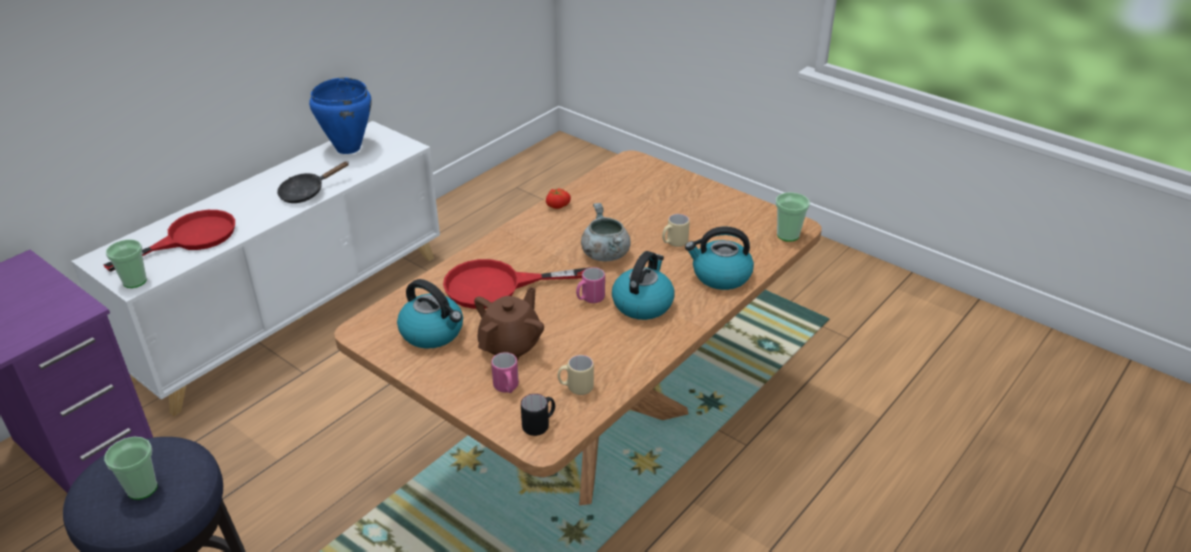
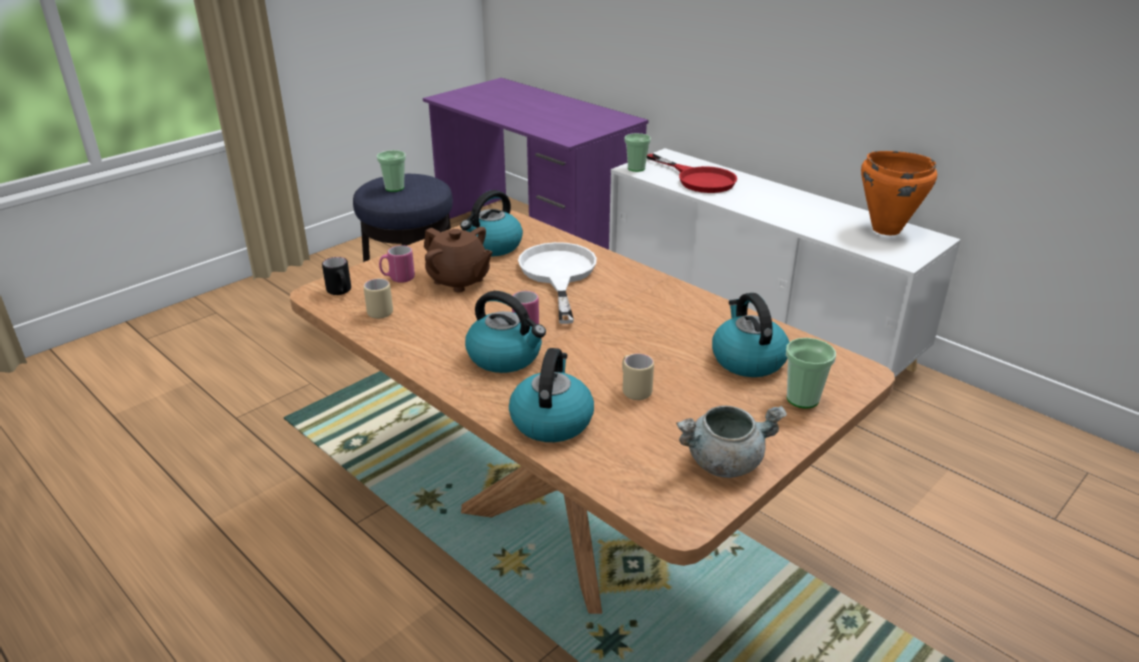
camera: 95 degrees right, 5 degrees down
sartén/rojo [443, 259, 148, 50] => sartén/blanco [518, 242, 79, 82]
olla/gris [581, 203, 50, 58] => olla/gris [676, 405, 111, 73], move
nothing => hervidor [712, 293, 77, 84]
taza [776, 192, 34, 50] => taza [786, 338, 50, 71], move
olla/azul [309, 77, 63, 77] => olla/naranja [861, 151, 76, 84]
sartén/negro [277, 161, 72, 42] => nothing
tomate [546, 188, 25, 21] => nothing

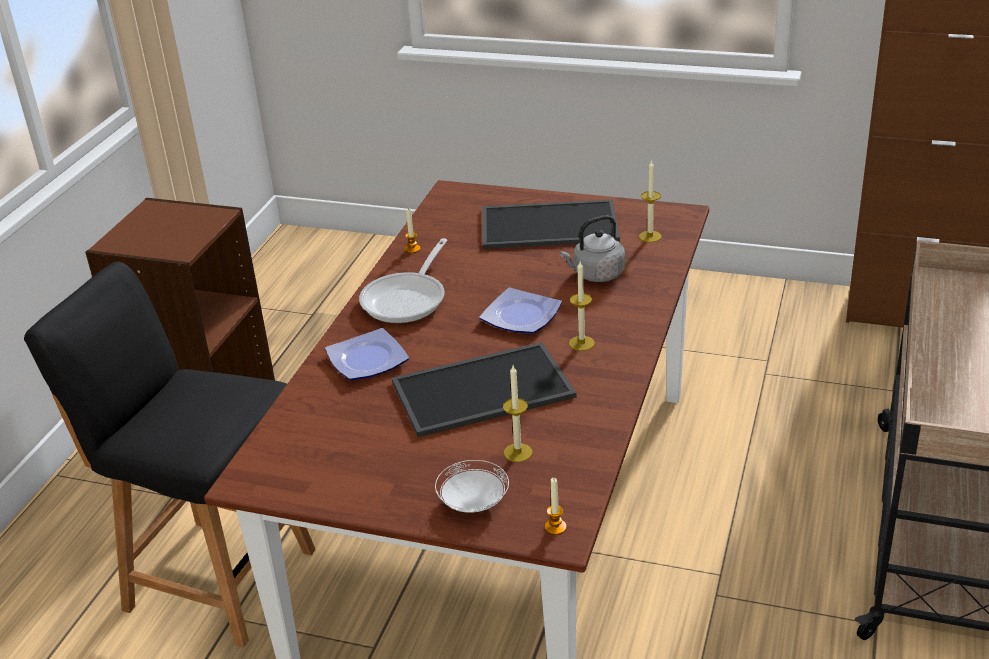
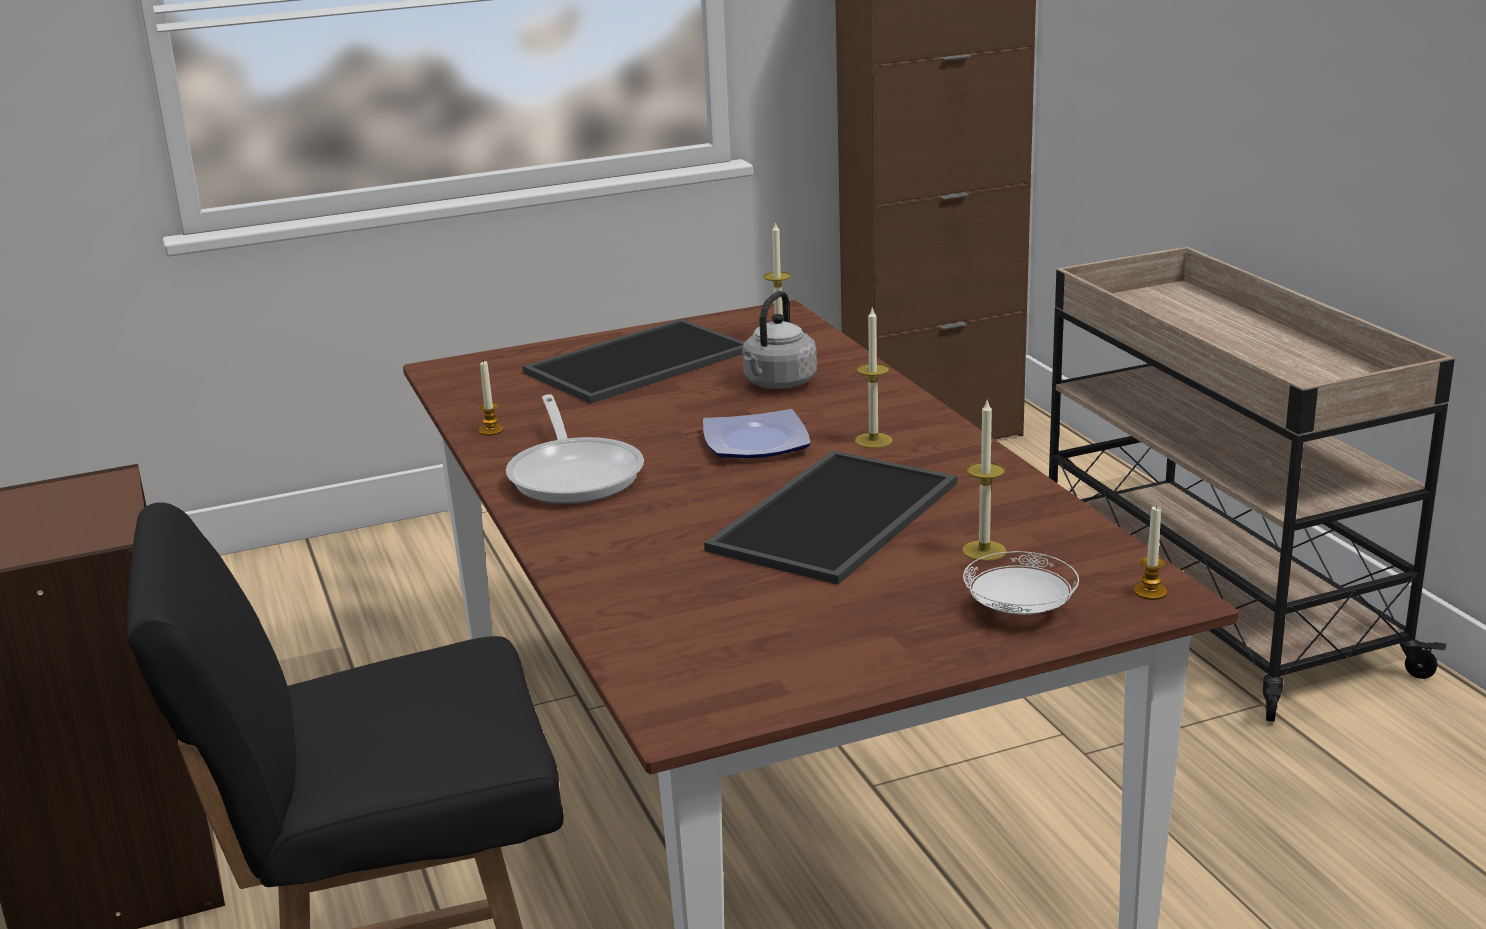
camera: 40 degrees left, 10 degrees down
plato [325, 328, 84, 52] => nothing

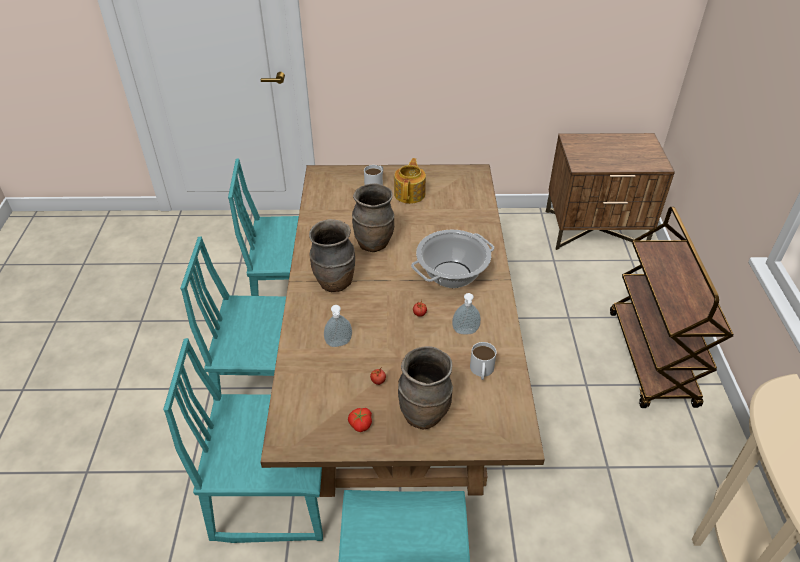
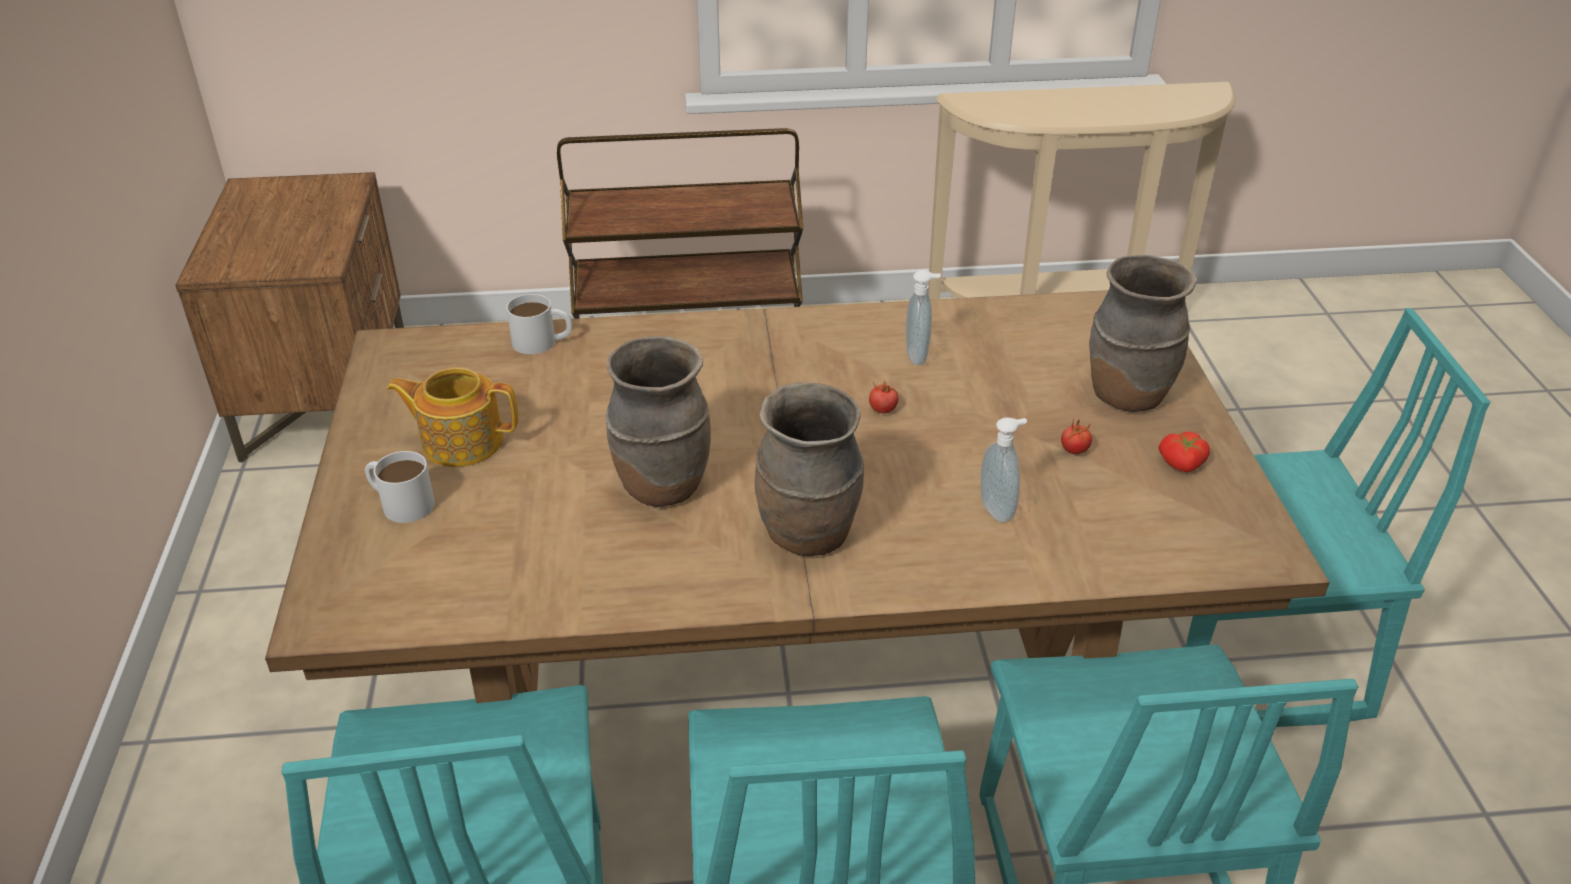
camera: 95 degrees left, 5 degrees down
taza grande/blanco [470, 342, 26, 38] => taza grande/blanco [506, 294, 66, 60], move
olla [411, 230, 84, 58] => nothing

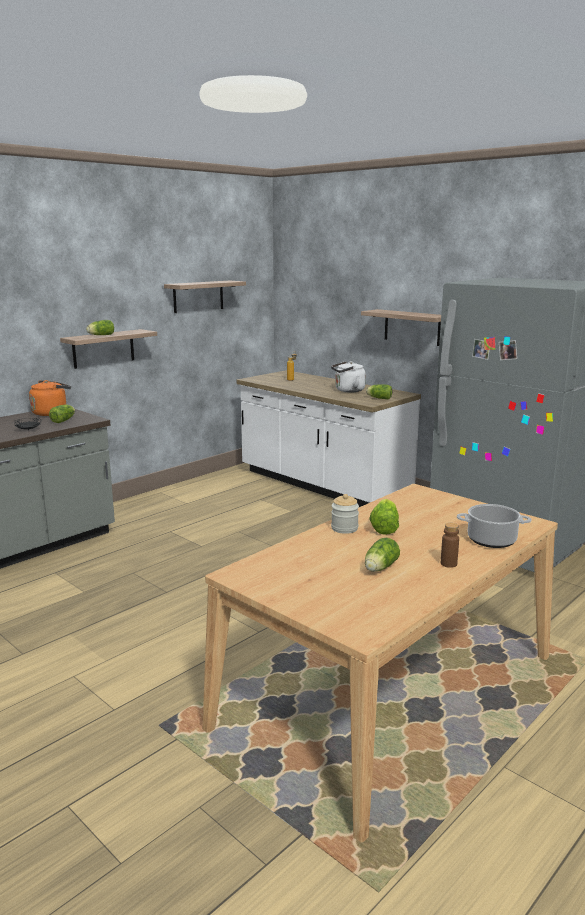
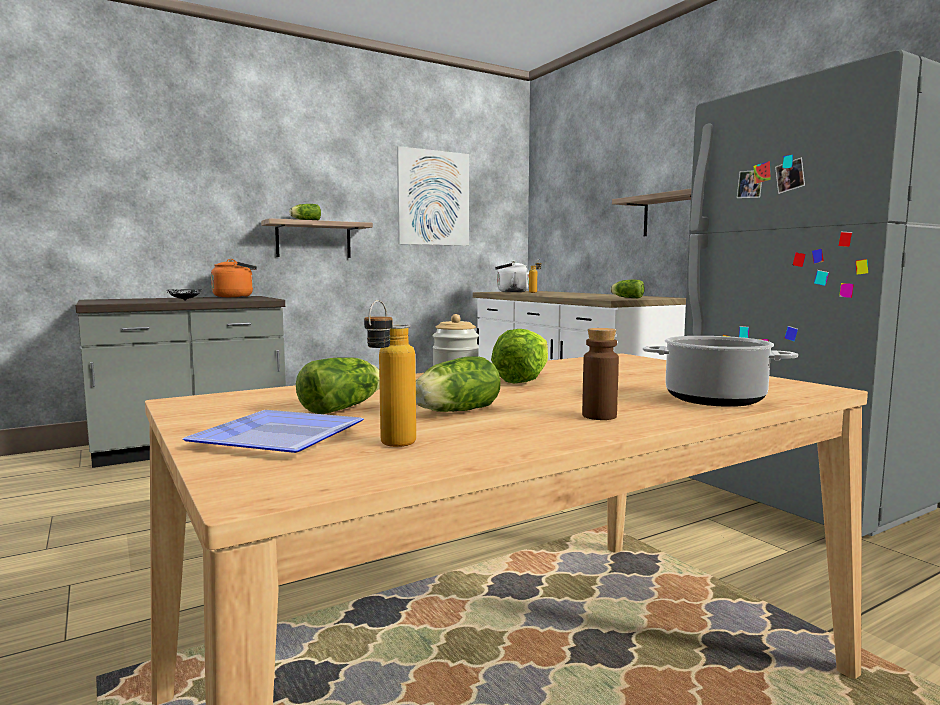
camera: 15 degrees right, 10 degrees down
nothing => plato [182, 410, 181, 43]
lechuga [49, 404, 26, 19] => lechuga [296, 357, 84, 57], move
nothing => botella [364, 300, 52, 147]
estante [164, 281, 82, 32] => cuadro [397, 146, 72, 100]
hervidor/blanco [331, 361, 35, 31] => hervidor/blanco [495, 261, 34, 31], move

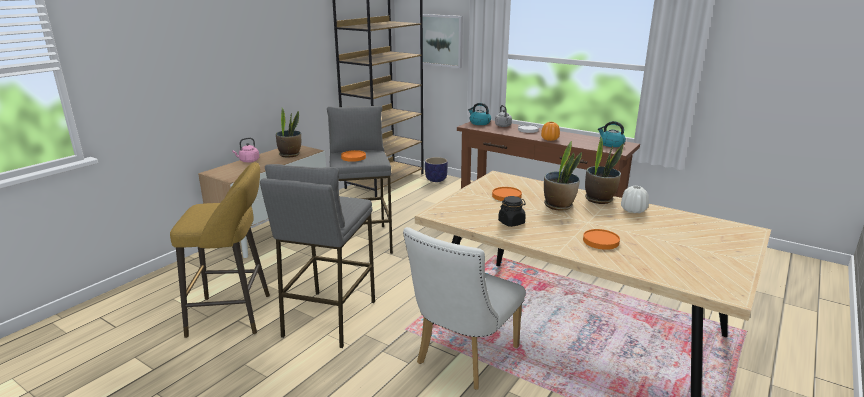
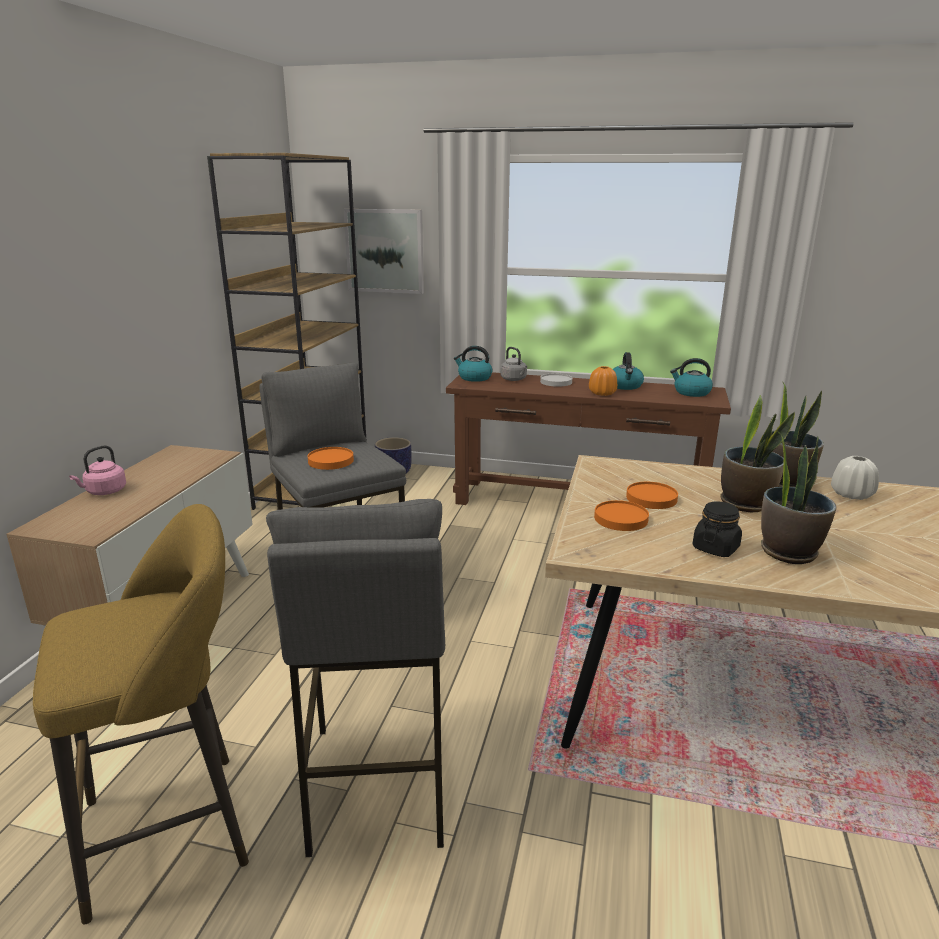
camera: 20 degrees left, 0 degrees up
plato/naranja [583, 229, 37, 21] => plato/naranja [594, 500, 55, 31], move
nothing => hervidor [613, 352, 31, 38]
planta en maceta [276, 108, 25, 50] => planta en maceta [761, 432, 76, 132], move
silla/blanco [403, 227, 122, 163] => nothing

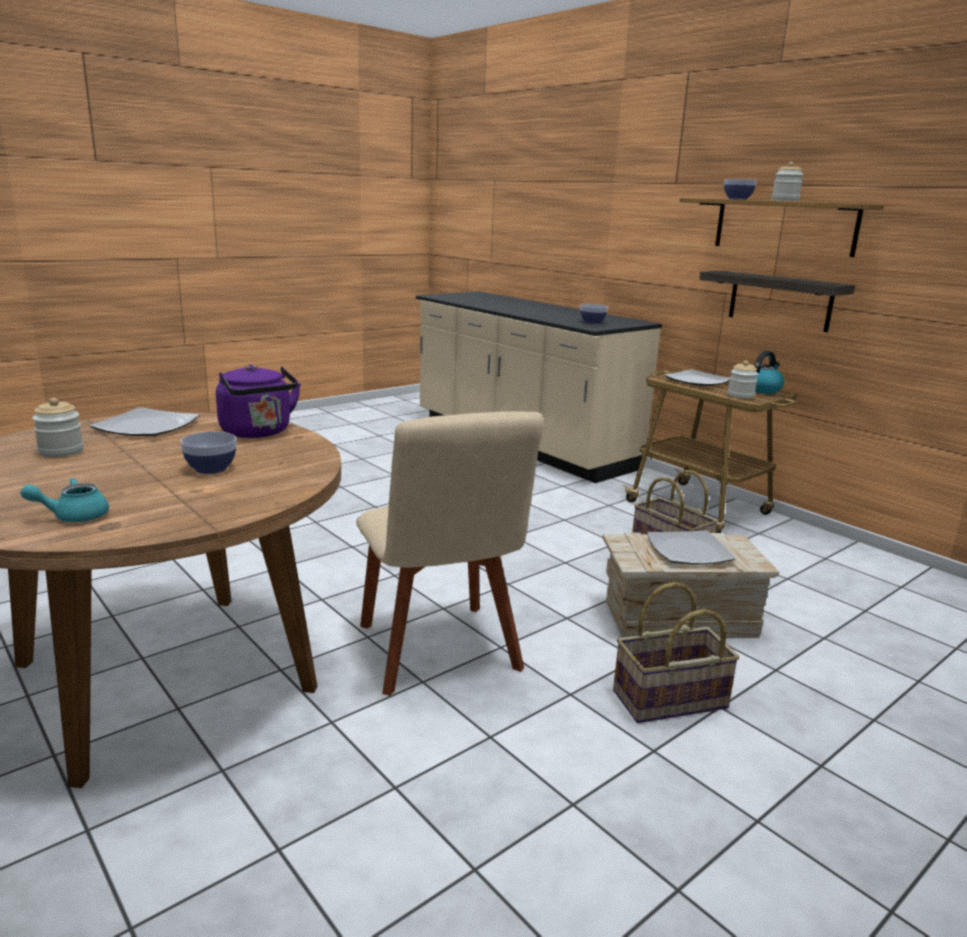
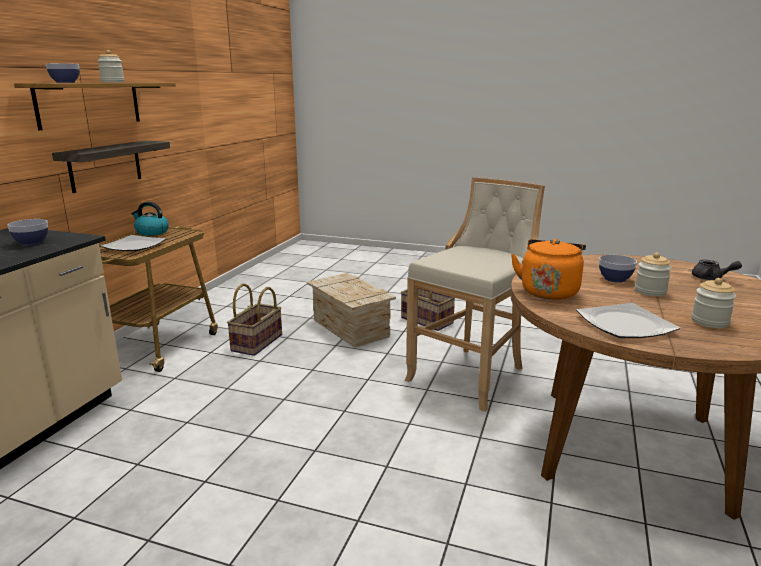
camera: 120 degrees left, 0 degrees up
silla/beis [356, 411, 188, 285] => taburete/beis [405, 178, 140, 234]
hervidor/morado [216, 364, 85, 74] => hervidor/naranja [511, 239, 75, 61]
tarro [728, 361, 30, 38] => tarro [635, 253, 37, 43], move
tetera/turquesa [20, 478, 89, 44] => tetera/gris [692, 260, 50, 20]
plato [647, 531, 89, 33] => nothing

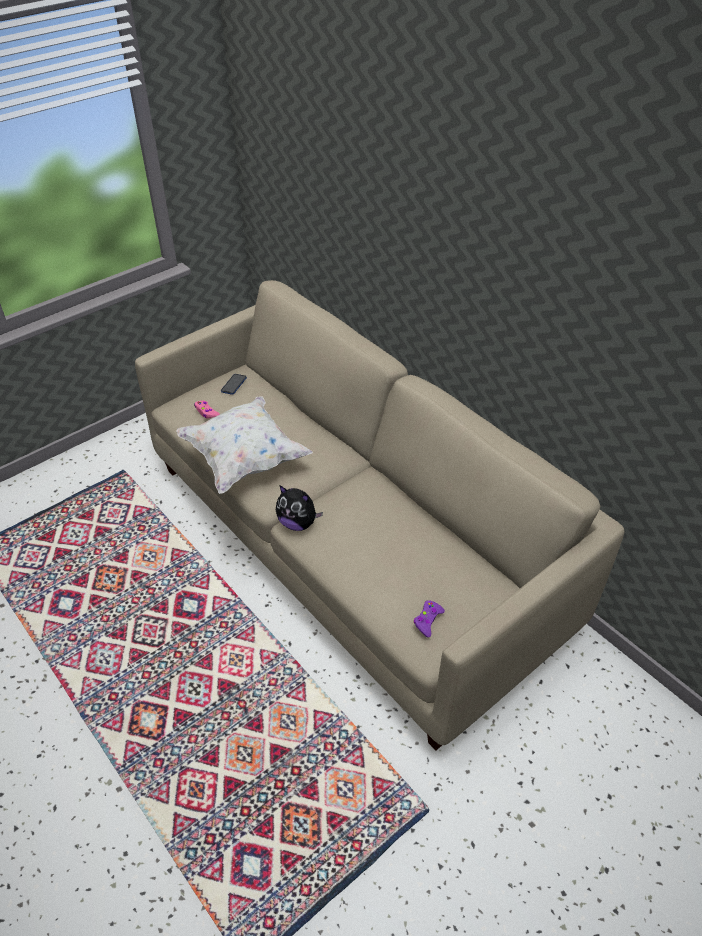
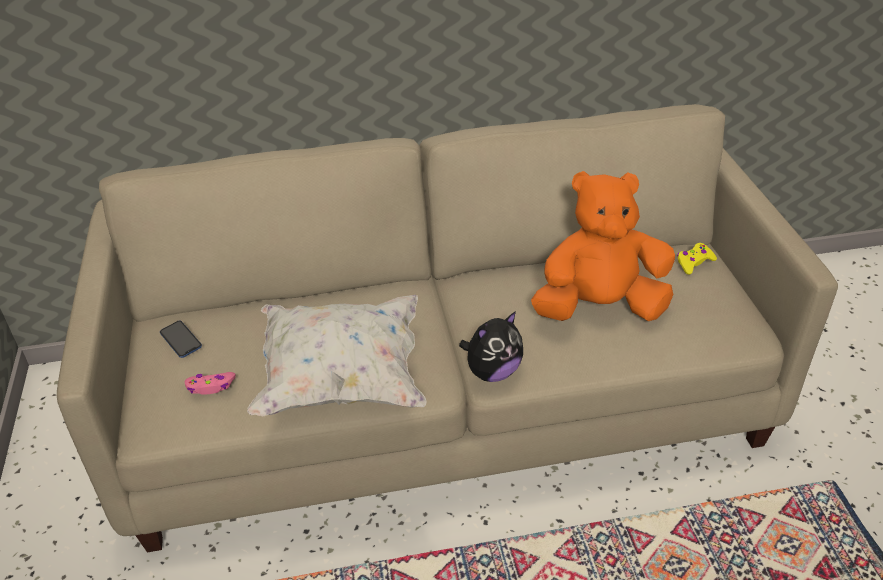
camera: 60 degrees left, 5 degrees down
nothing => peluche/naranja [531, 171, 144, 150]
nothing => mando de consola/amarillo [677, 243, 40, 32]
mando de consola/morado [414, 600, 31, 37] => nothing

